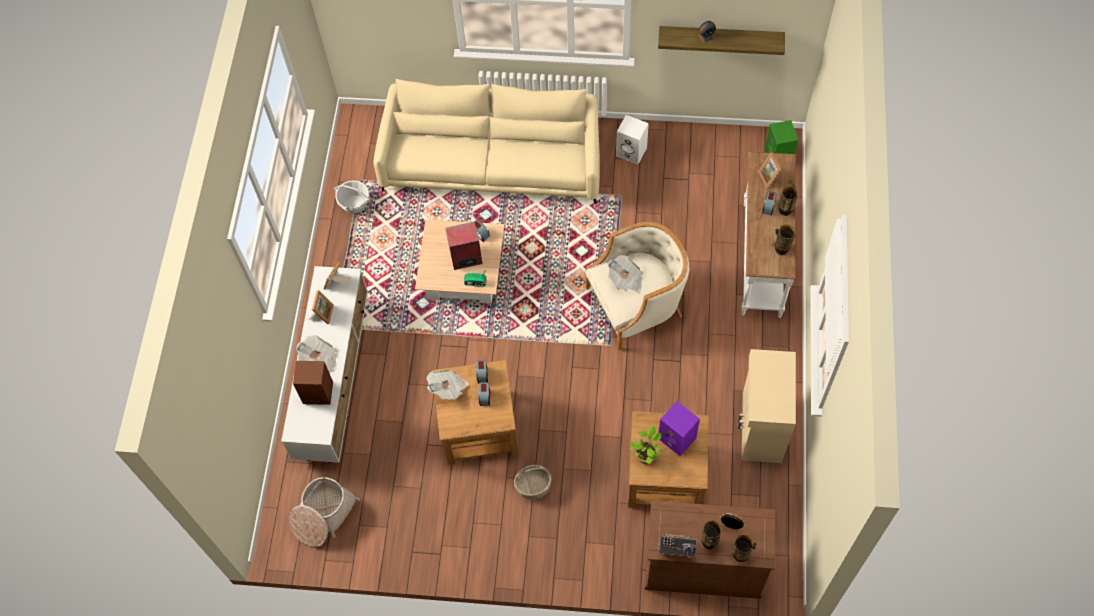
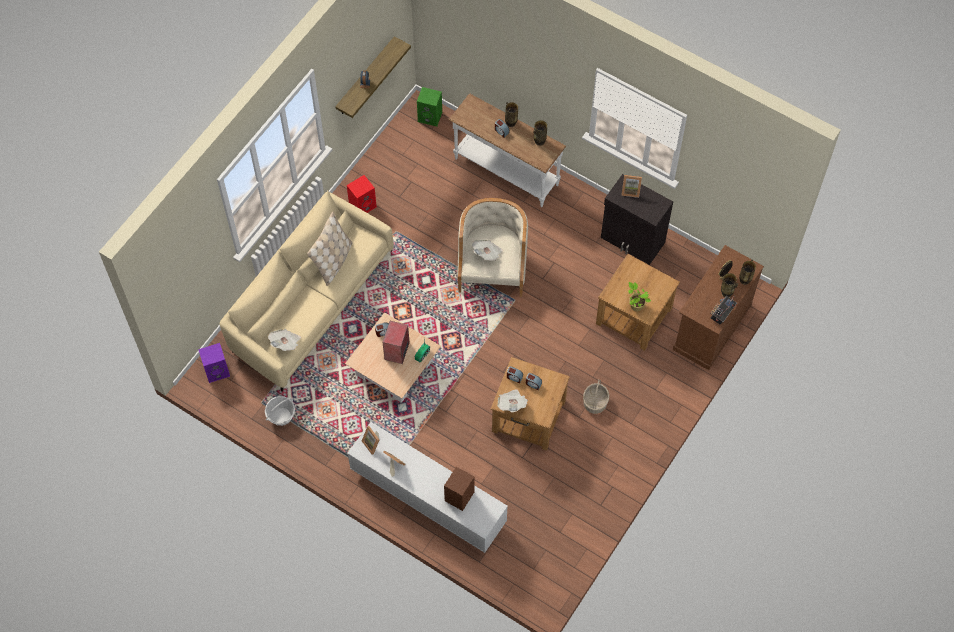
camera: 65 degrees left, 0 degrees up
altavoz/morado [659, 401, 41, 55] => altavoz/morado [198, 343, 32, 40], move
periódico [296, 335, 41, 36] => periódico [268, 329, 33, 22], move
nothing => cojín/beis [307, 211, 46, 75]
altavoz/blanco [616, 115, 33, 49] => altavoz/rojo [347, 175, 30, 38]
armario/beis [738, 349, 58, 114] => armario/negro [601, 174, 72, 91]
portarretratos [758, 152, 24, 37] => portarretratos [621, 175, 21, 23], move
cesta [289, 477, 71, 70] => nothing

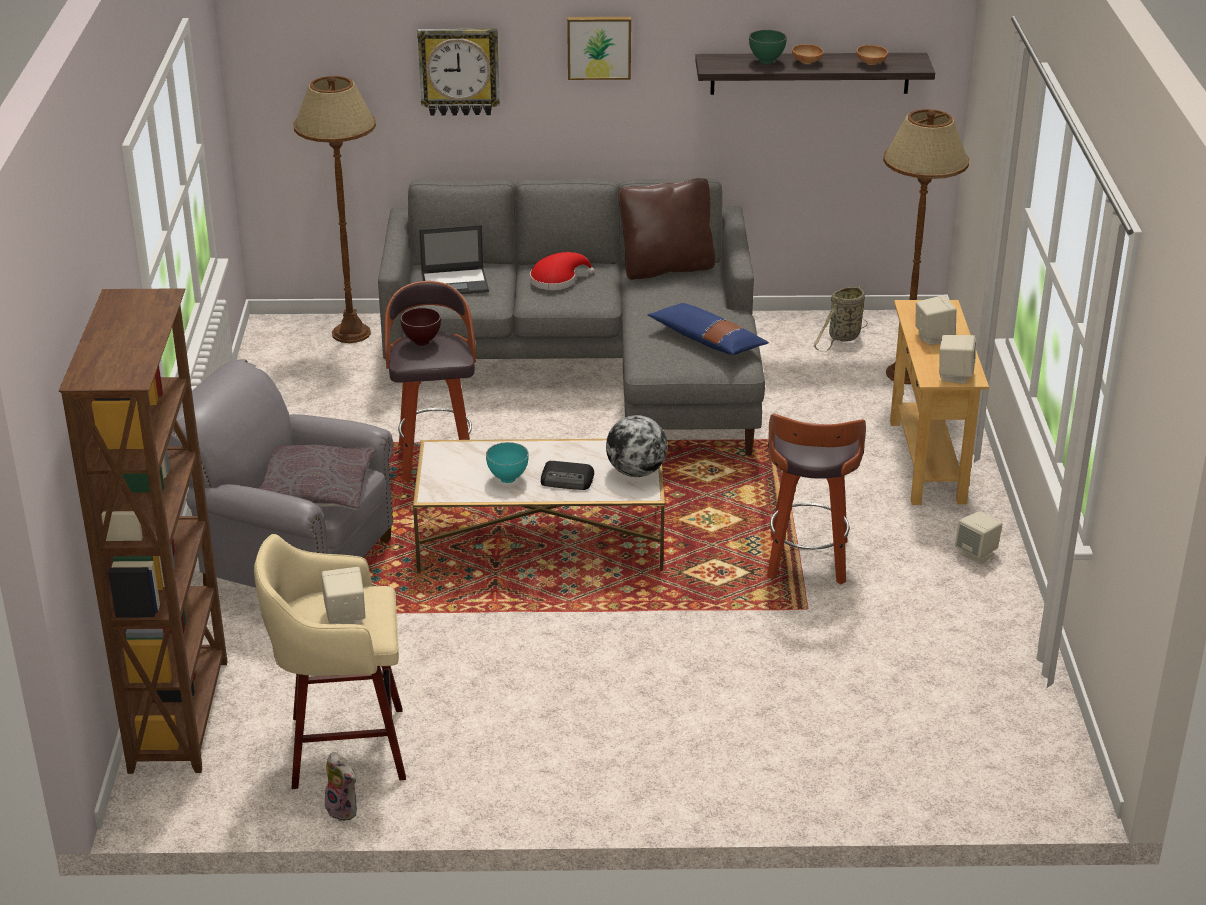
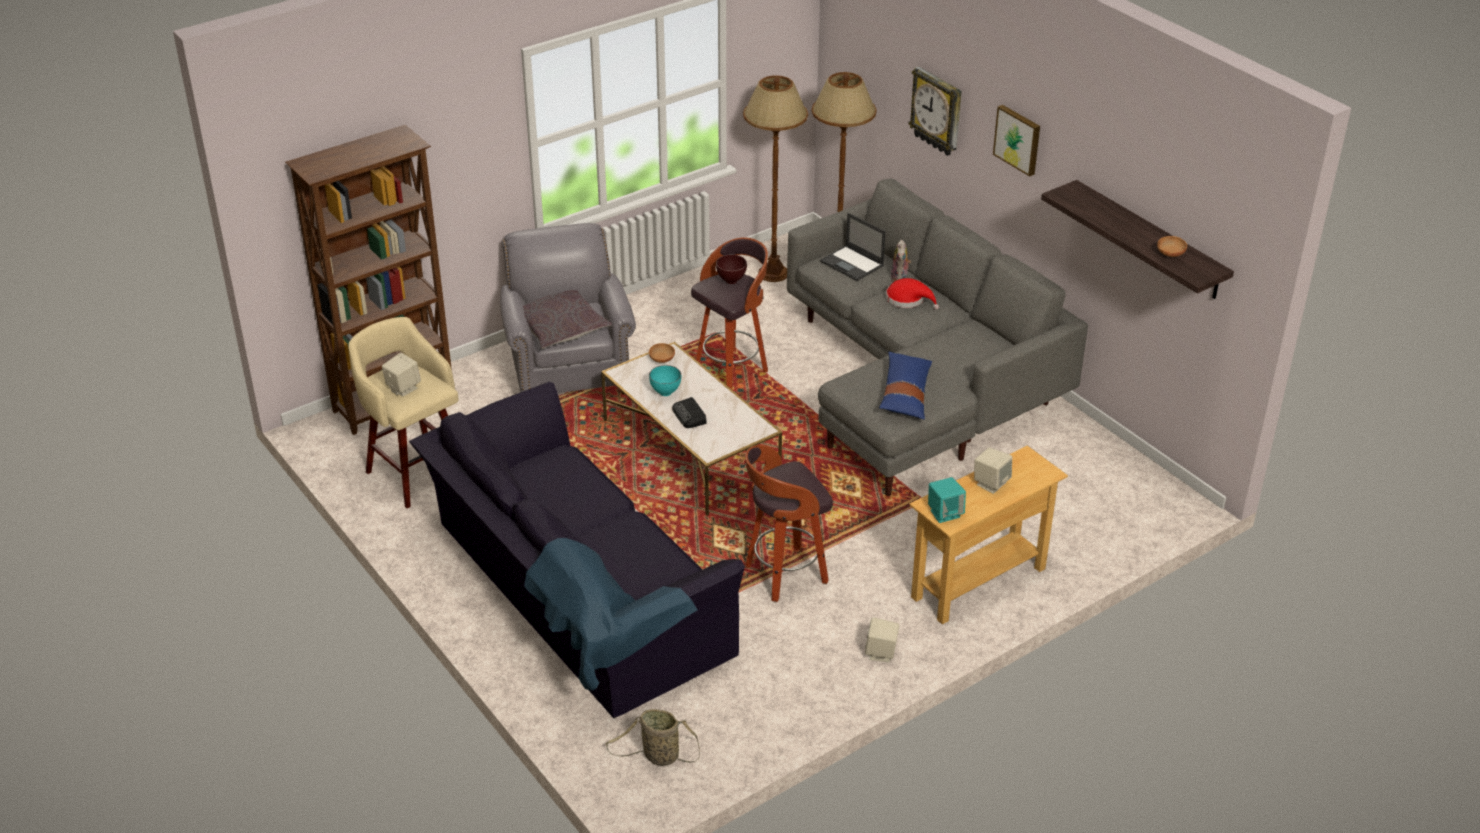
camera: 55 degrees right, 5 degrees up
nothing => sofá/negro [409, 382, 336, 336]
cesta [813, 285, 55, 67] => cesta [606, 709, 94, 57], move
cuenco/marrón [792, 44, 31, 20] => cuenco/marrón [649, 343, 26, 20], move
lámpara de pie/marrón [883, 109, 86, 275] => lámpara de pie/marrón [743, 75, 65, 207], move
peluche [325, 752, 32, 70] => peluche [891, 240, 20, 42], move
altavoz/beis [939, 335, 37, 49] => altavoz/turquesa [928, 477, 38, 46]
globo terráqueo [606, 415, 62, 62] => nothing
cojín/marrón [618, 178, 97, 102] => nothing
cuenco/verde [749, 30, 38, 34] => nothing

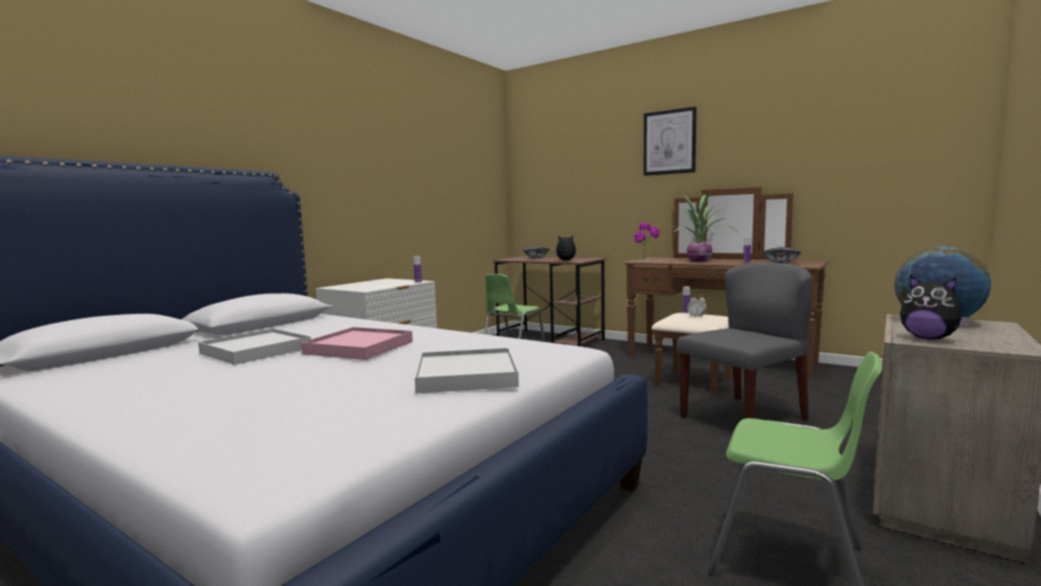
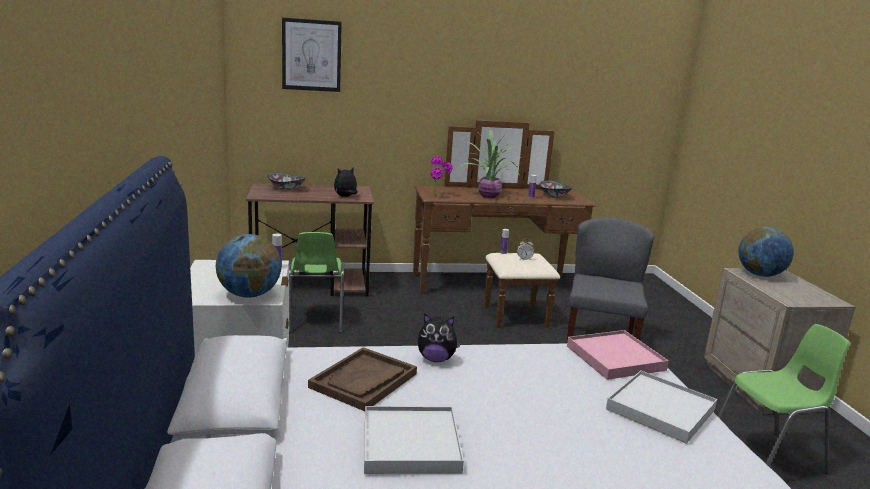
camera: 45 degrees left, 10 degrees up
nothing => globo terráqueo [216, 234, 66, 64]
cuadro [644, 106, 53, 70] => cuadro [282, 18, 60, 74], move
nothing => bandeja/marrón [308, 347, 109, 64]
peluche [900, 275, 70, 64] => peluche [417, 313, 44, 49], move
bandeja/rosa [301, 327, 112, 33] => bandeja/rosa [567, 330, 102, 50], move

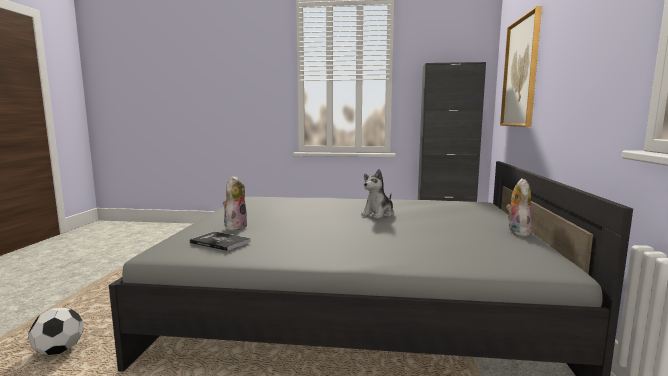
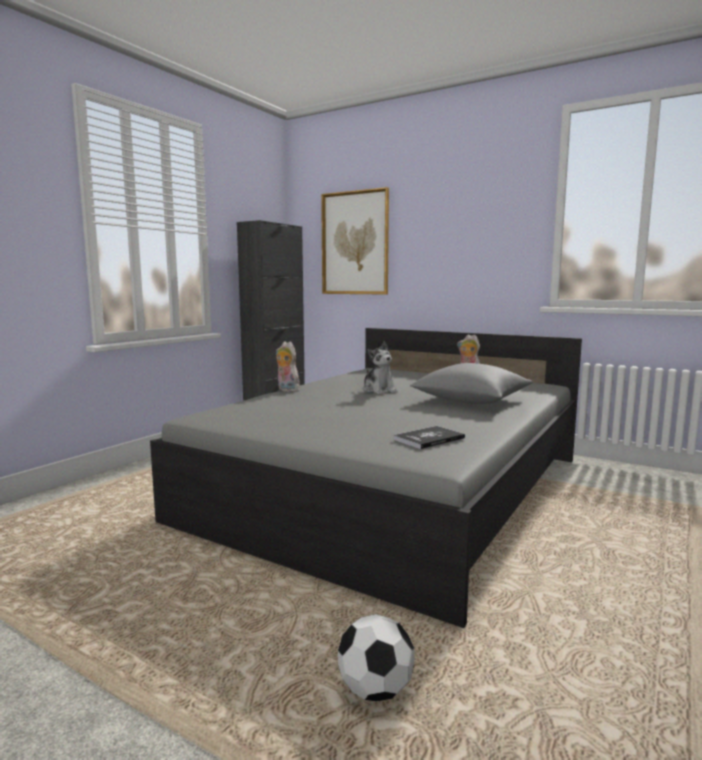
camera: 65 degrees left, 0 degrees up
peluche [223, 176, 24, 55] => peluche [276, 341, 24, 51], move
nothing => cojín/gris [410, 363, 123, 41]

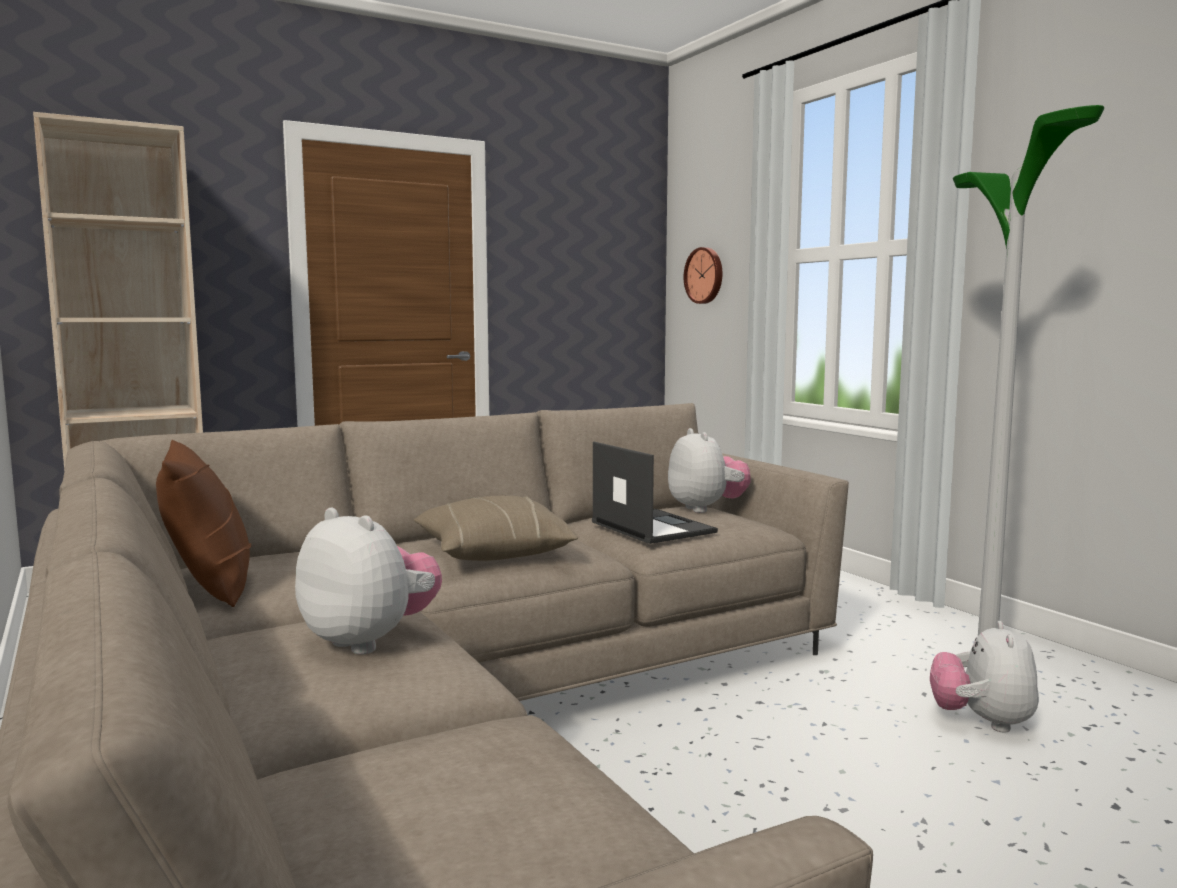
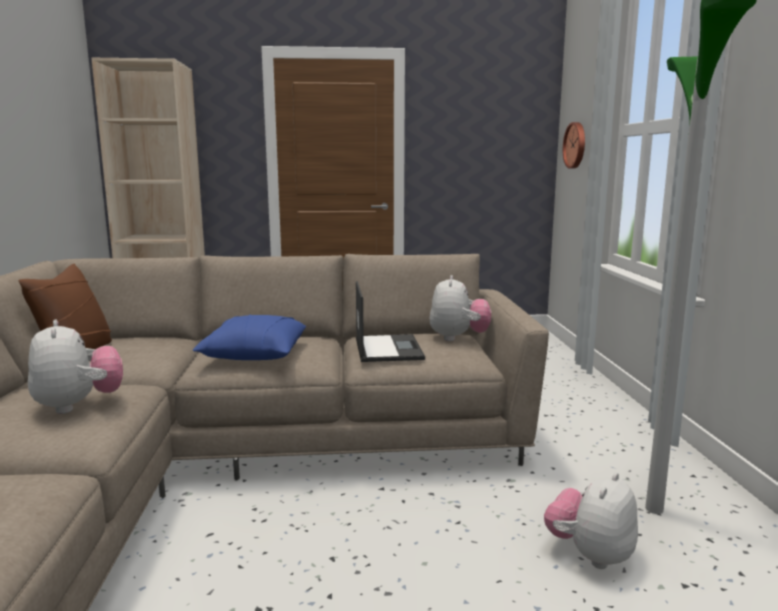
camera: 25 degrees right, 5 degrees up
cojín/beis [414, 496, 164, 65] => cojín/azul [192, 314, 114, 46]

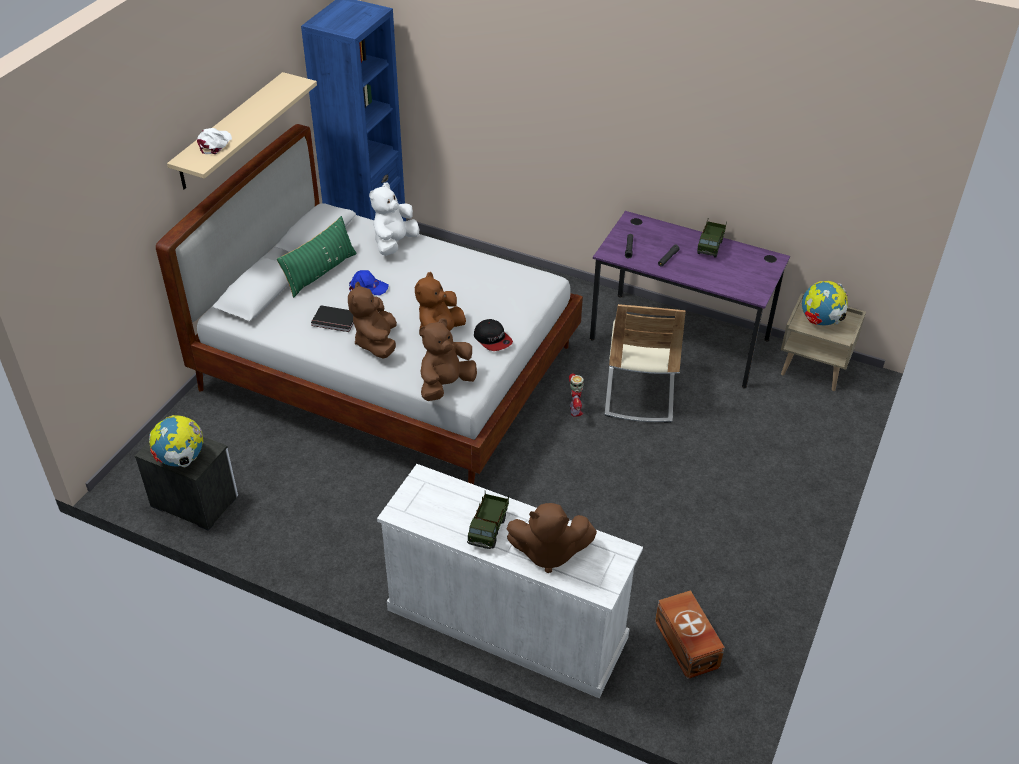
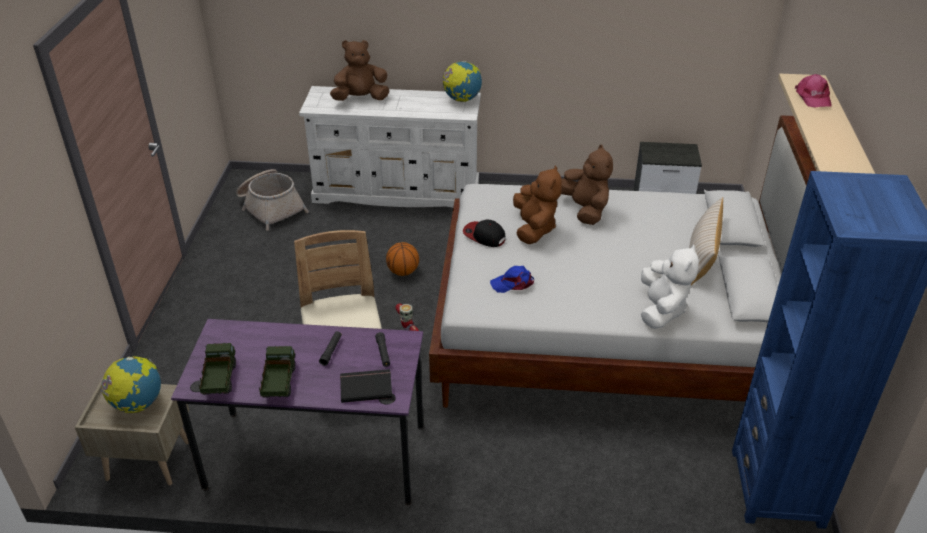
camera: 160 degrees right, 5 degrees down
camión de juguete [467, 490, 42, 59] => camión de juguete [199, 343, 37, 52], move
caja de almacenaje/marrón [655, 590, 70, 89] => cesta [236, 169, 73, 62]
libro/negro [311, 305, 43, 27] => libro/negro [340, 369, 52, 34], move
nothing => balón de baloncesto [386, 242, 33, 34]
globo terráqueo [149, 415, 54, 53] => globo terráqueo [443, 61, 39, 41], move
gorra/azul [349, 270, 40, 26] => gorra/azul [490, 266, 44, 27], move
cojín/verde [277, 216, 80, 82] => cojín/beis [689, 197, 34, 89]
gorra/blanco [197, 128, 35, 26] => gorra/rosa [794, 74, 38, 33]
peluche/marrón [419, 318, 58, 83] => nothing

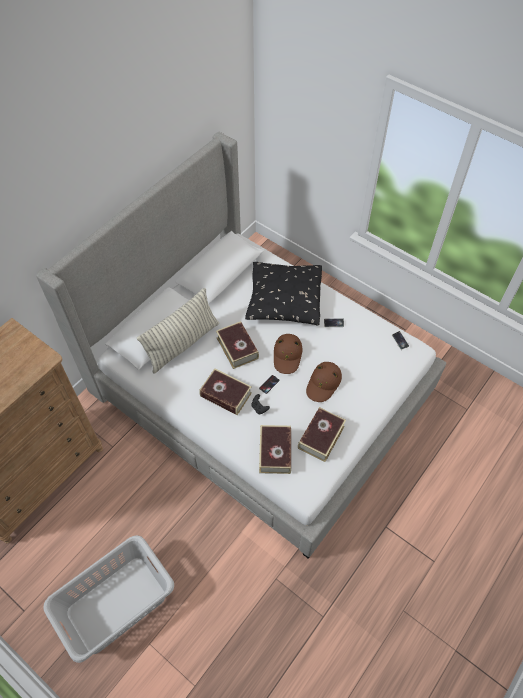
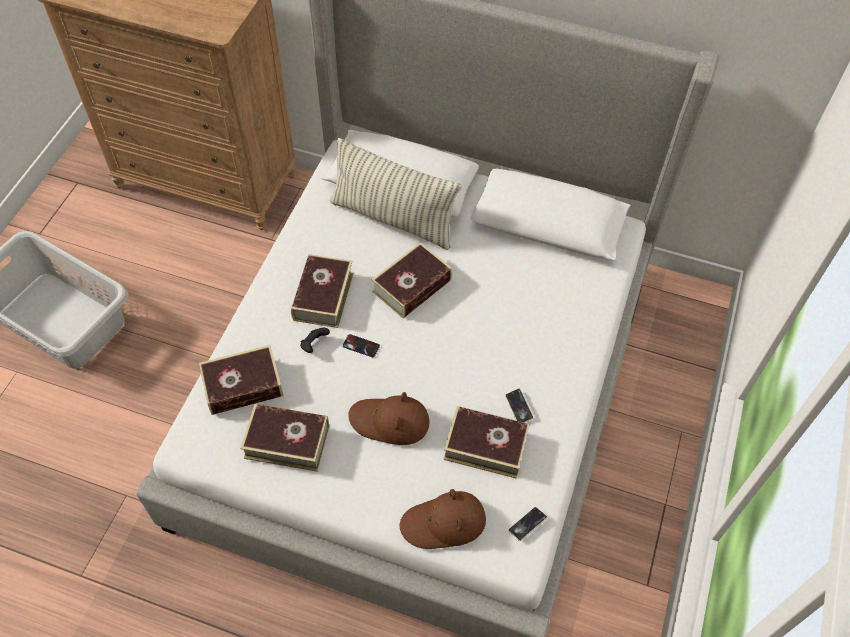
camera: 70 degrees right, 0 degrees up
sombrero/marrón [274, 334, 28, 40] => sombrero/marrón [400, 489, 86, 60], move
nothing => libro [443, 406, 86, 73]
cojín/negro [245, 262, 77, 63] => nothing

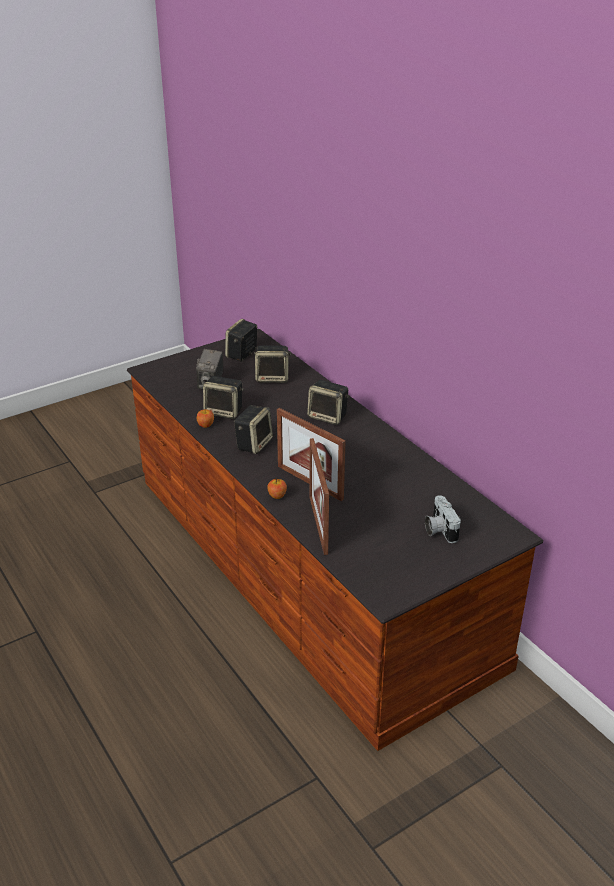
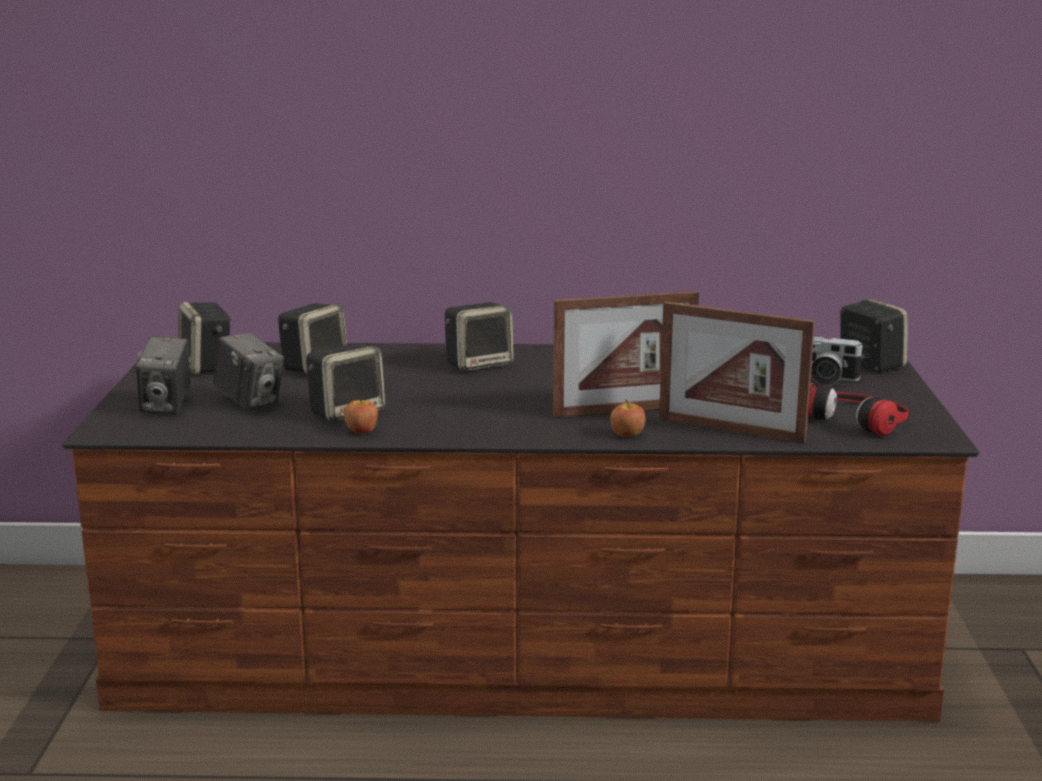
camera: 55 degrees left, 15 degrees down
nothing => cámara [136, 336, 54, 78]
nothing => auriculares [808, 383, 102, 53]
altavoz [234, 405, 39, 49] => altavoz [840, 299, 68, 74], move

